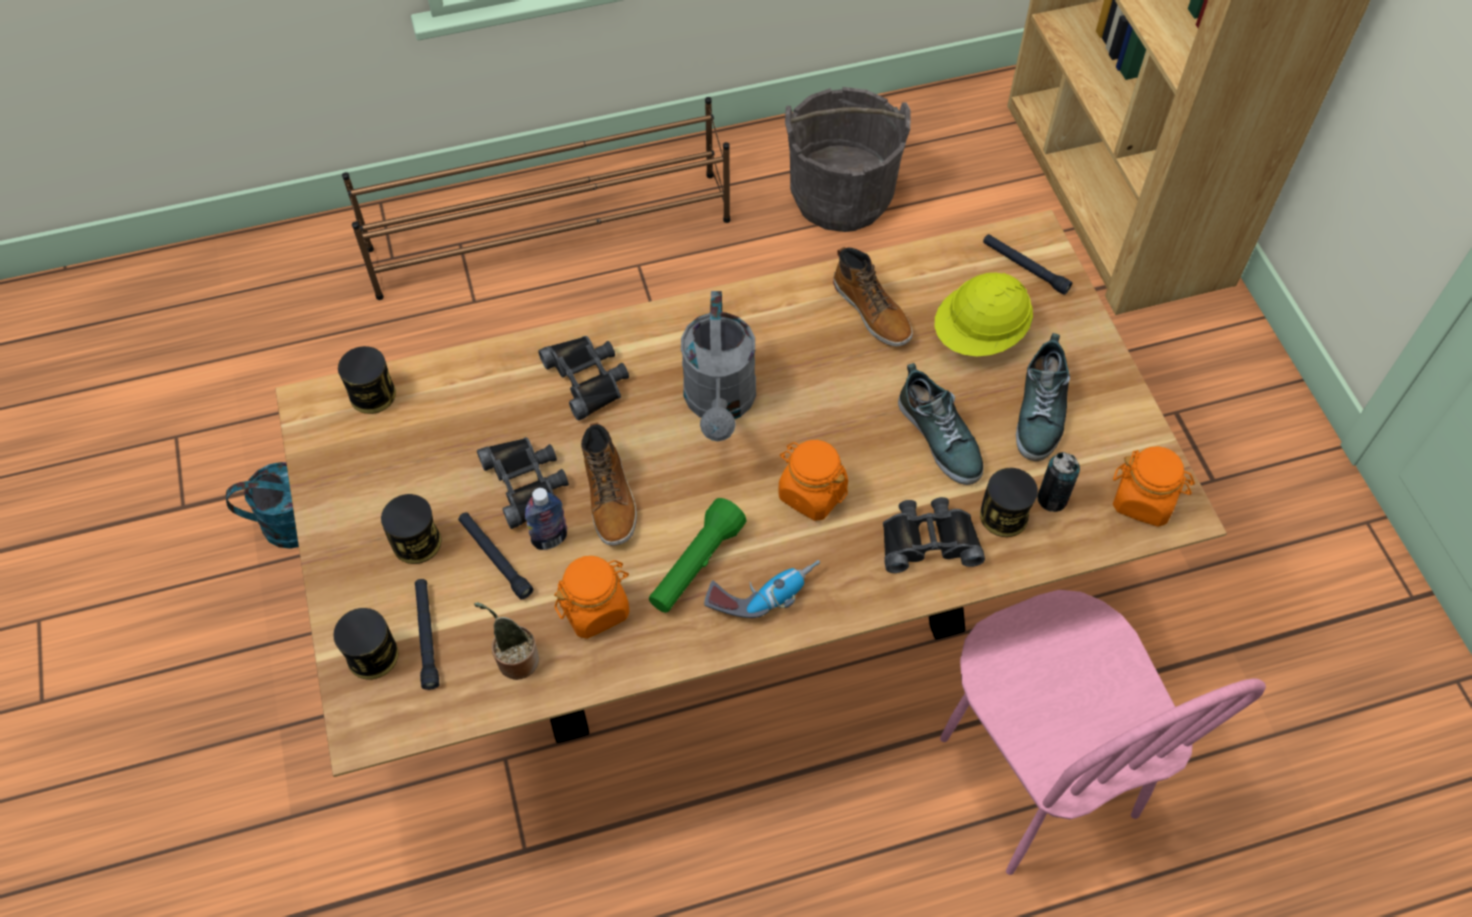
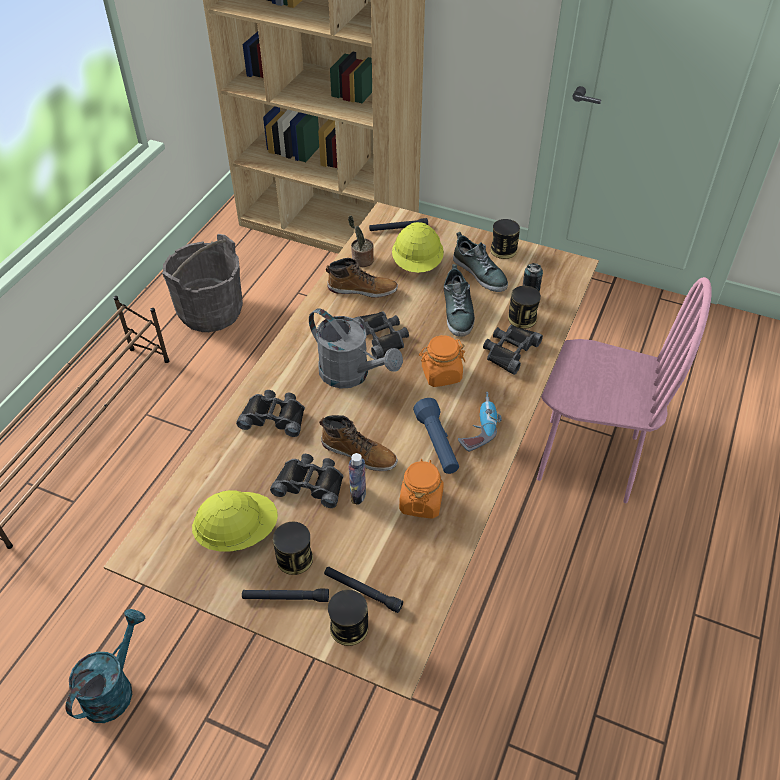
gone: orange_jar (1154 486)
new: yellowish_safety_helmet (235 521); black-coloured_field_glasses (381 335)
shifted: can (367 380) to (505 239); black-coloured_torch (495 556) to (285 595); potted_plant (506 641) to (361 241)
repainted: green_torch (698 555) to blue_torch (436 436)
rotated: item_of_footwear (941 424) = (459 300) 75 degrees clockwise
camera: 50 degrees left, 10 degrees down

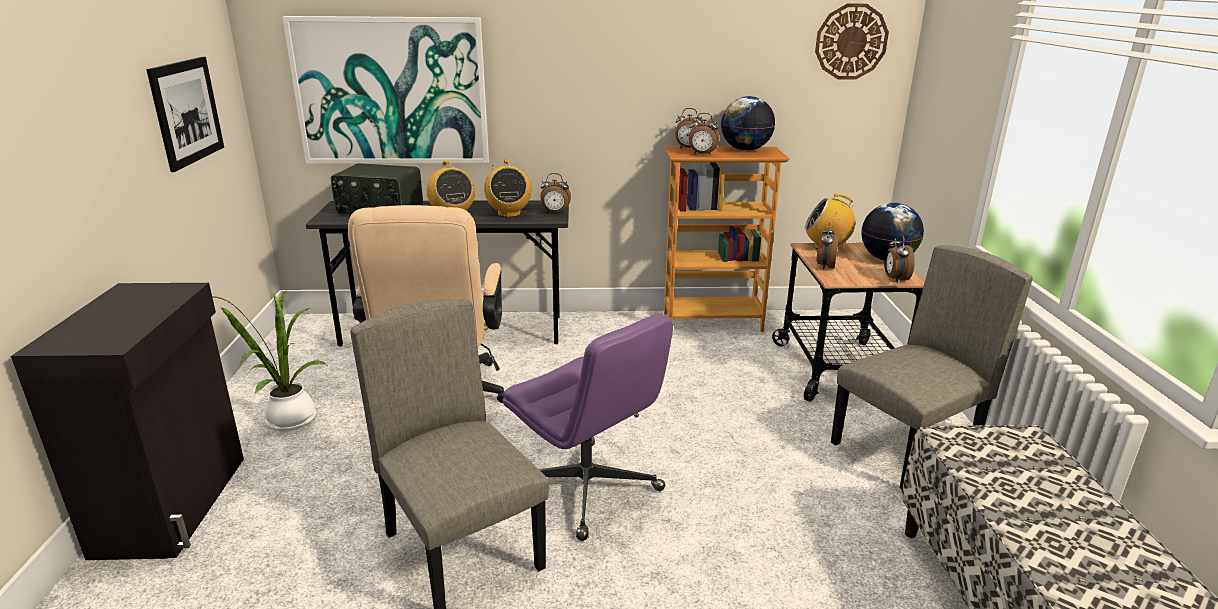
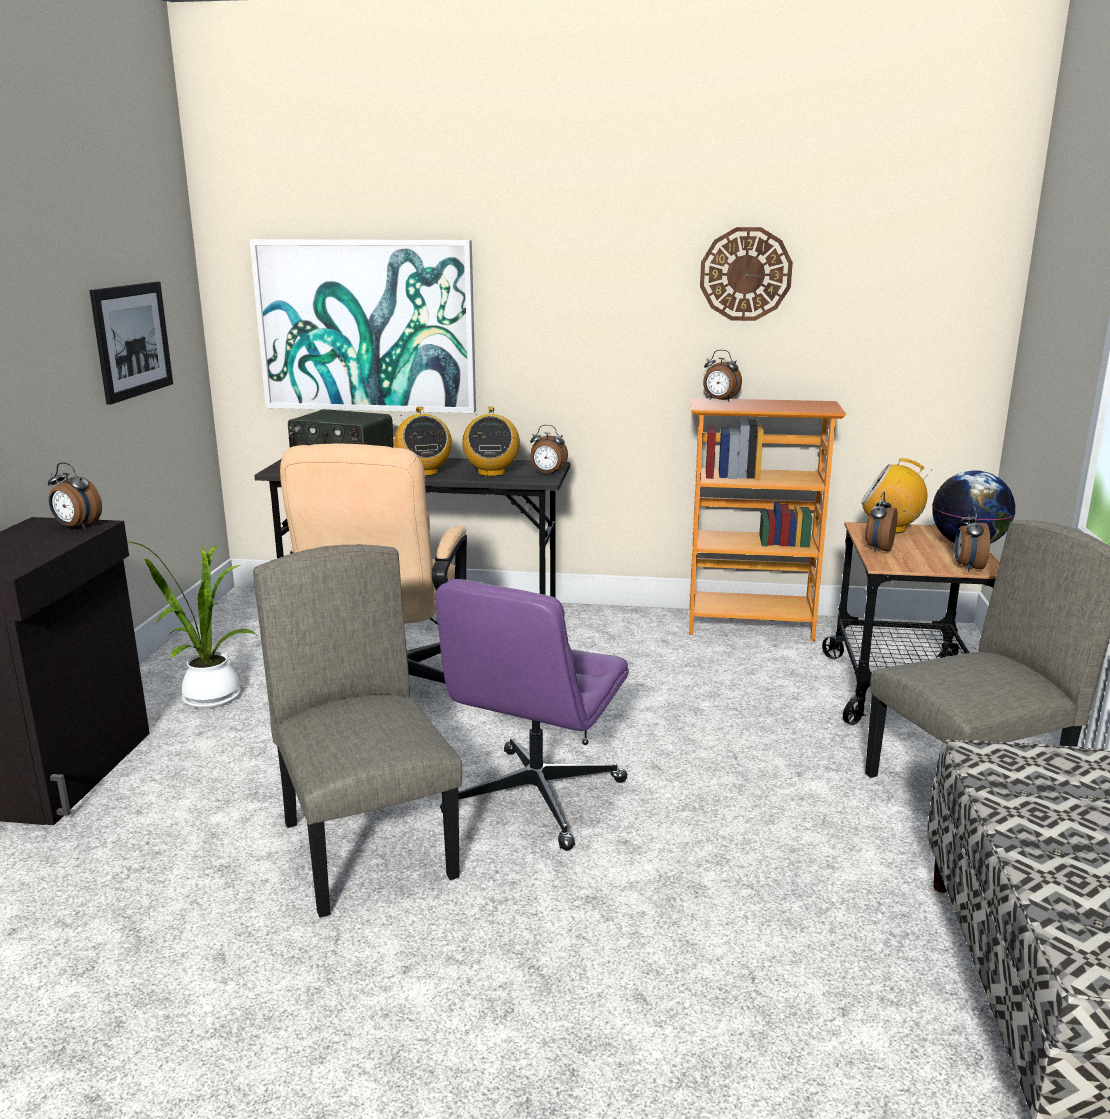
gone: globe (748 123)
shifted: bedside_clock (704 134) to (75 495); hanging_clock (852 41) to (746 274)
rotated: purplish_office_chair (587 427) = (532 715) 60 degrees clockwise
camera: 10 degrees right, 5 degrees down

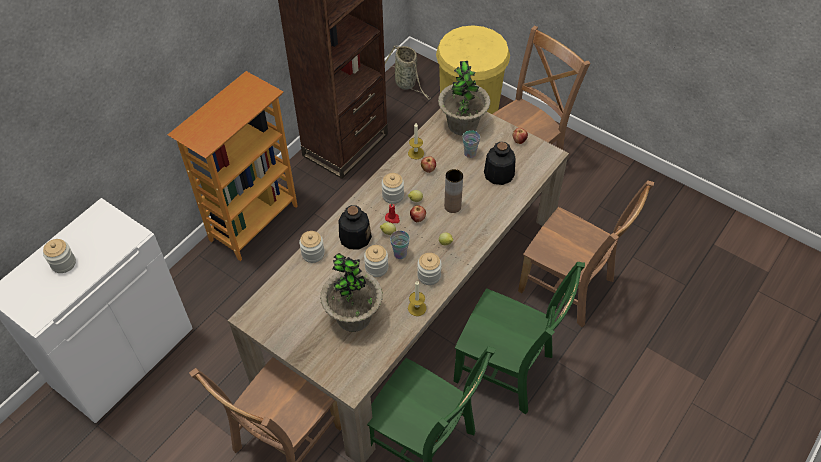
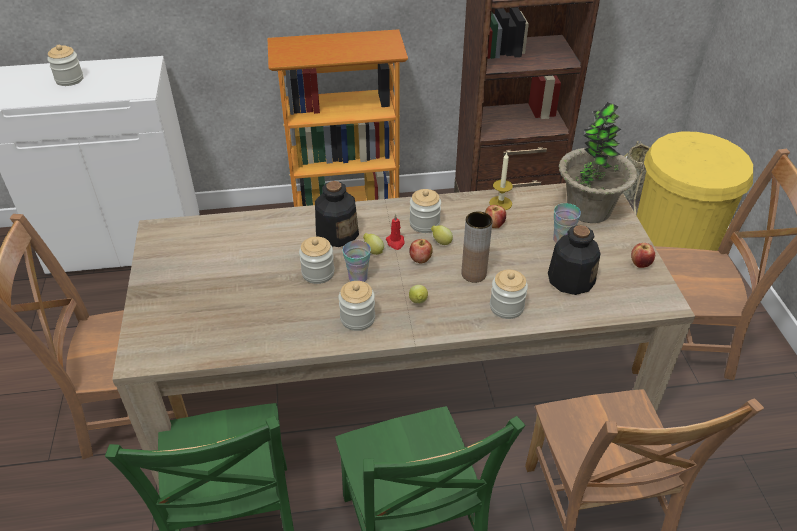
gone: potted_plant (351 292); wax_light (417 298)
shifted: jar (312 247) to (509 294)
camera: 45 degrees right, 10 degrees down

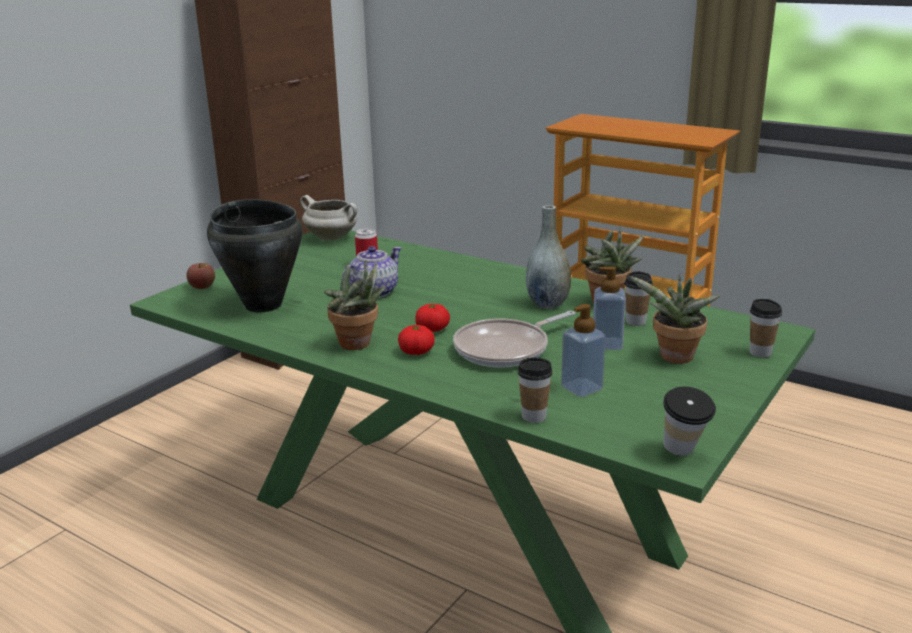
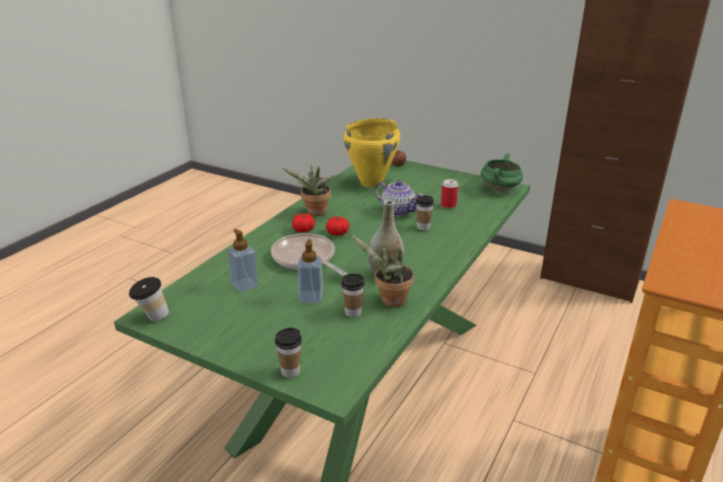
gone: potted_plant (675 319)
shifted: drinking_cup (535 390) to (425 212)
repainted: black-coloured_cooking_pot (254 255) to yellowish_cooking_pot (371 152); white-coloured_cooking_pot (328 218) to green_cooking_pot (502 172)
camera: 85 degrees right, 5 degrees up

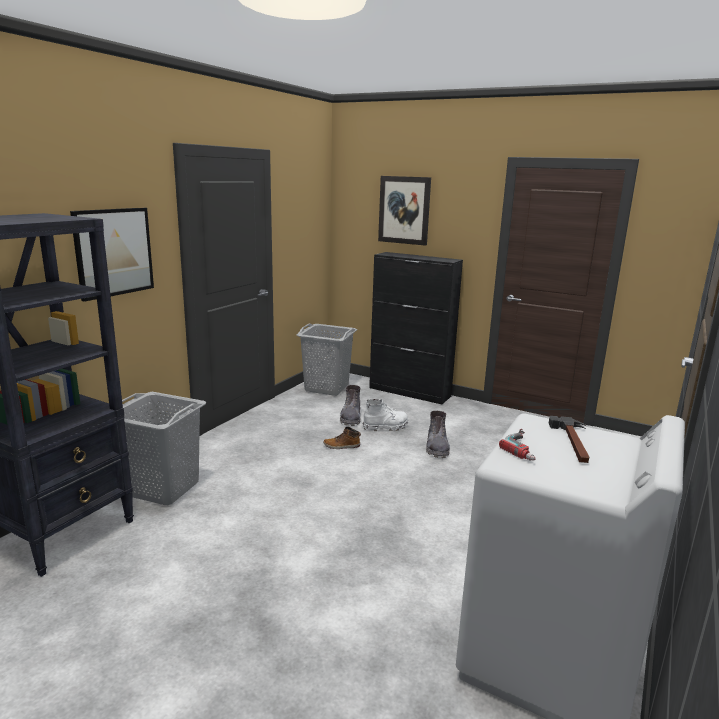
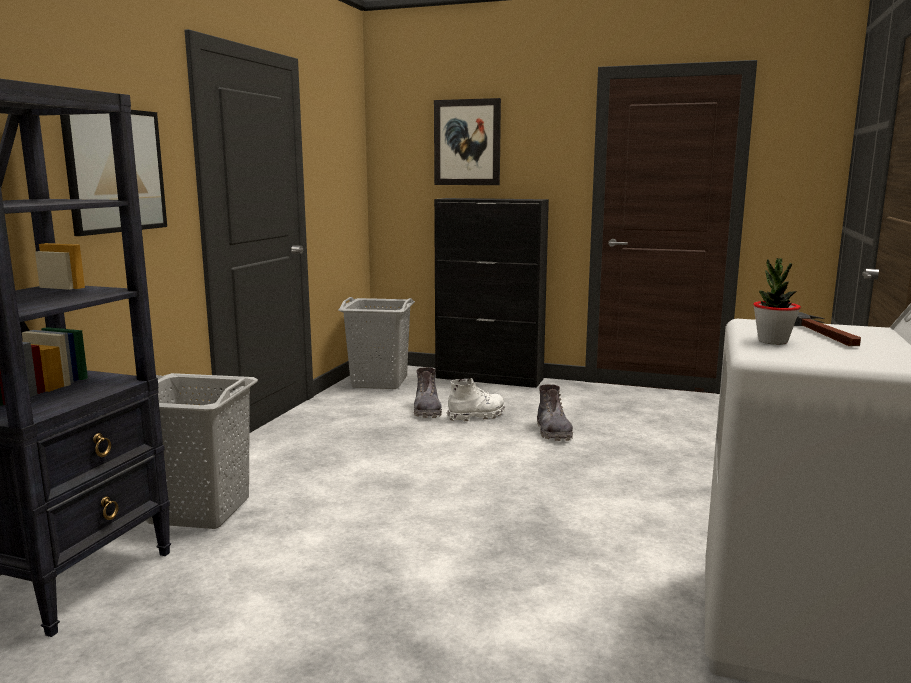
gone: high-top_boot (342 438)
swapped: drill (517 445) to potted_plant (777 301)
camera: 10 degrees left, 5 degrees down

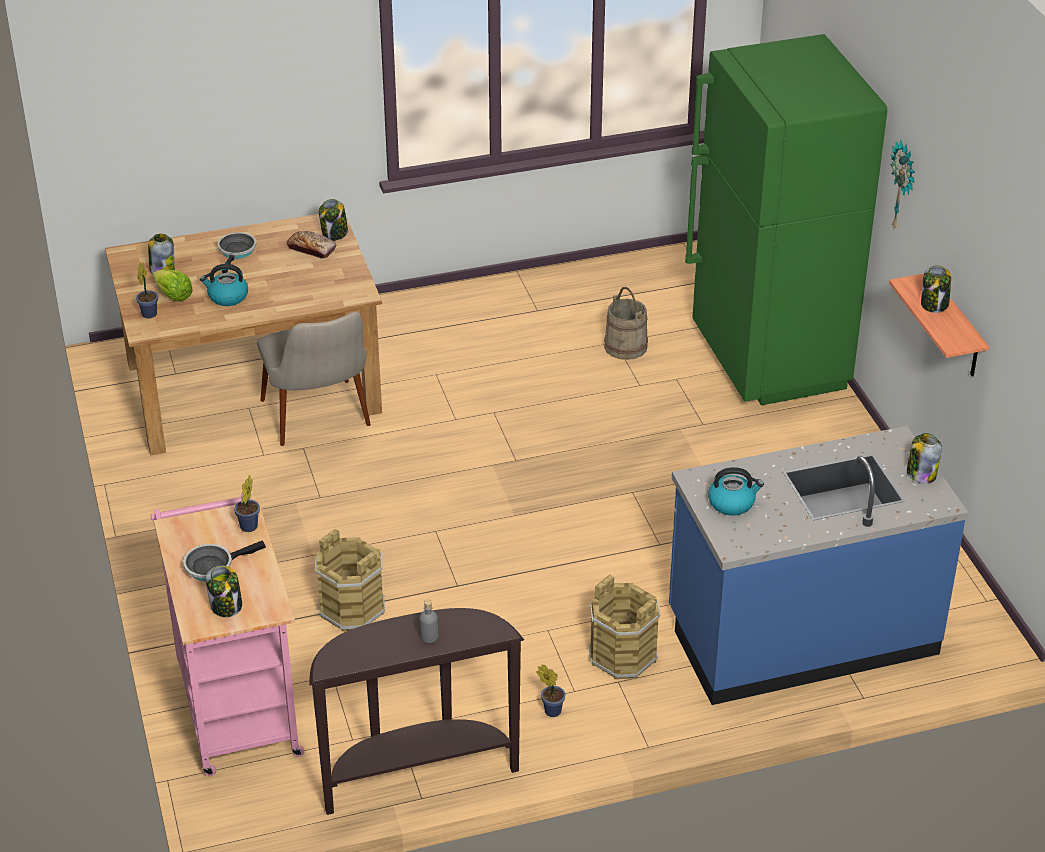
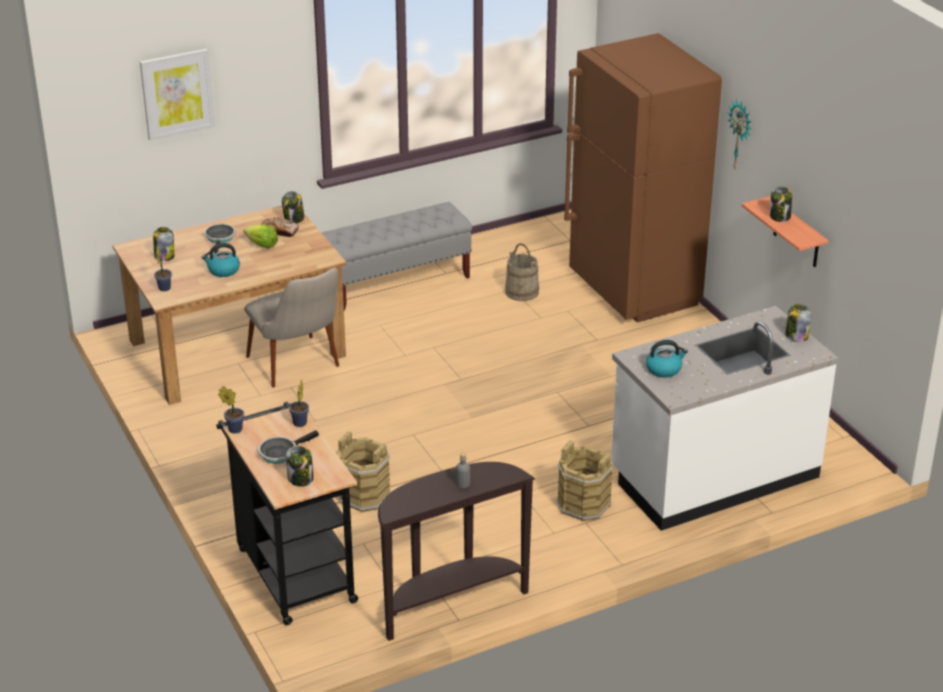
new: picture (177 95); grey_indoor_bench (397 256)
shifted: lettuce (172 285) to (260 236); potted_plant (551 690) to (231 410)
repainted: pink_cart (228 634) to black-coloured_cart (287 513); blue_kitchen_counter (819 565) to white-coloured_kitchen_counter (725 418); green_fridge (786 219) to brown_fridge (643 177)
camera: 10 degrees left, 5 degrees down

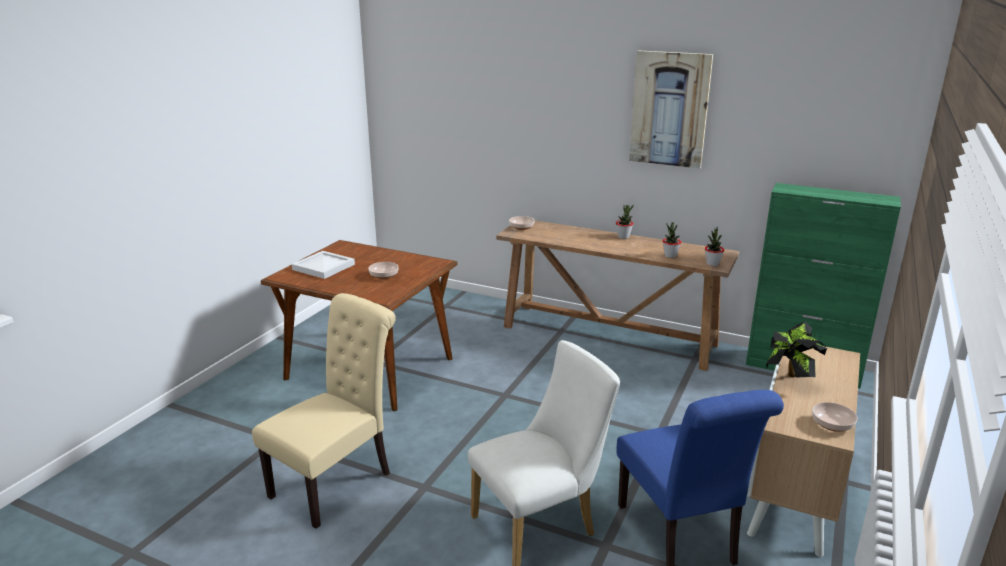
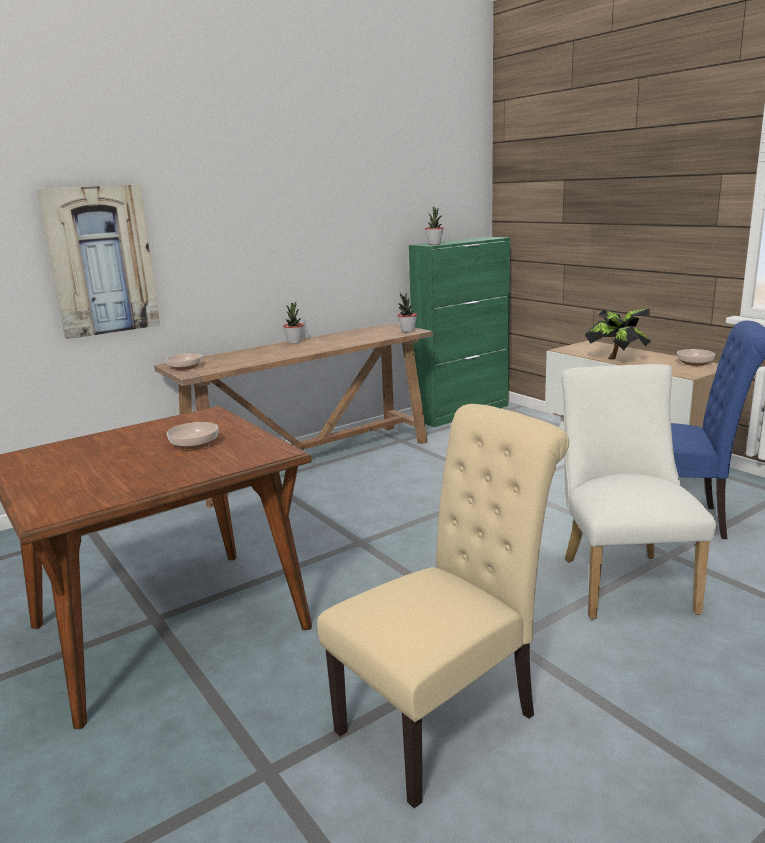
gone: white-coloured_carrying_tray (323 265)
shifted: picture (671 109) to (98 262); potted_plant (672 240) to (434 226)
rotated: sand-coloured_plain_chair (324 411) = (443 606) 75 degrees clockwise
camera: 60 degrees left, 5 degrees down

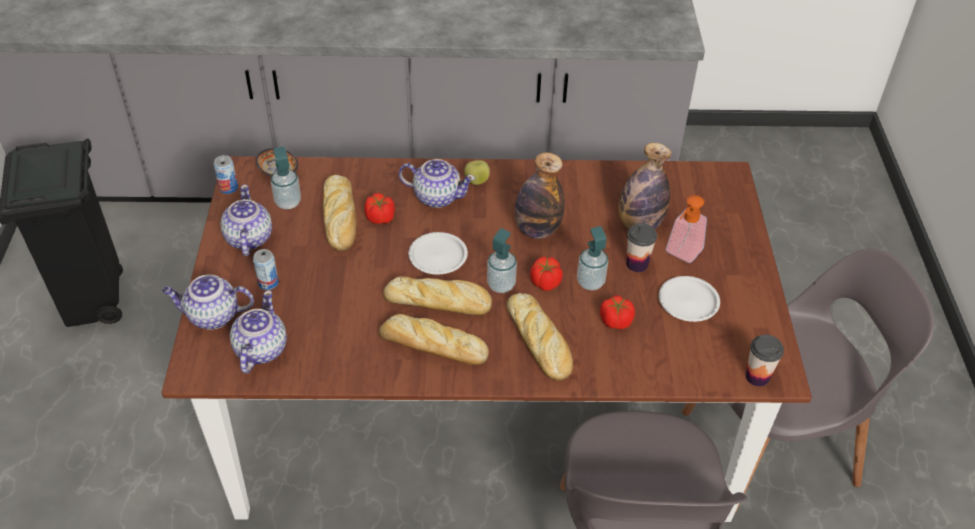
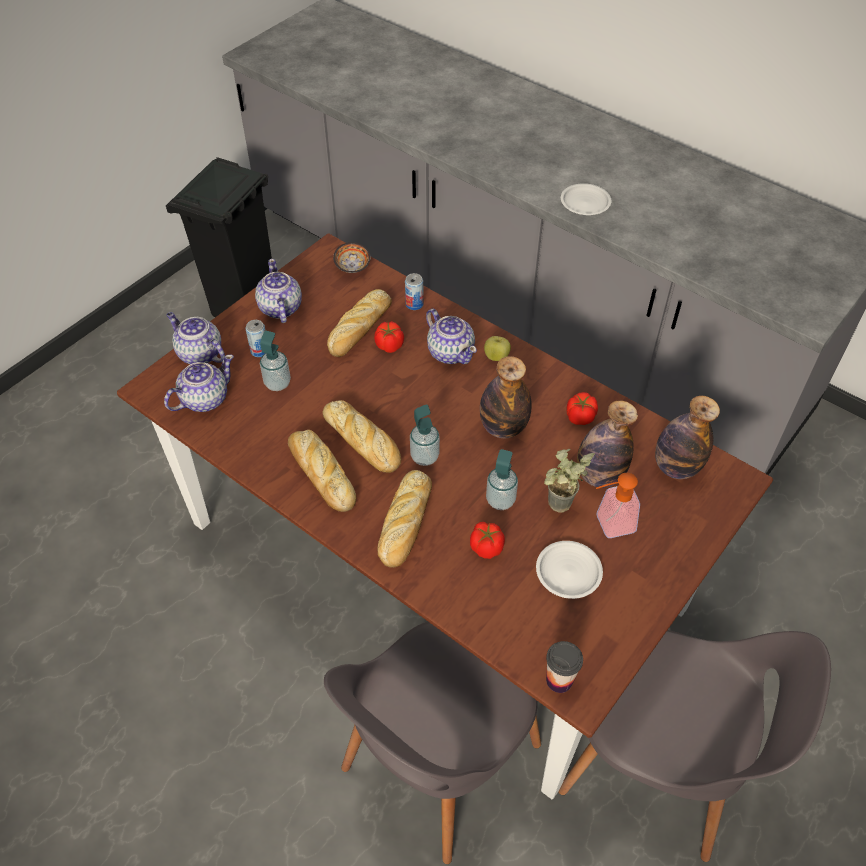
new: bottle (687 437)
shifted: can (226 174) to (414 291); liquid_soap_bottle (286 178) to (275 361); white-coloured_dinner_plate (438 253) to (586 199); fresh_tomato (546 274) to (582 408)
swapped: drinking_cup (641 247) to potted_plant (569 481)
rotated: tea_pot (246 220) = (278 291) 45 degrees counterclockwise
camera: 40 degrees right, 5 degrees up

